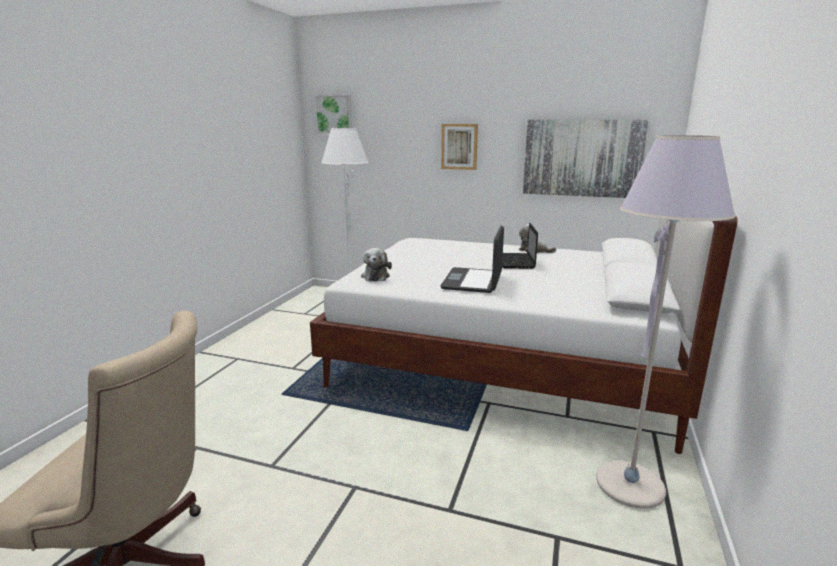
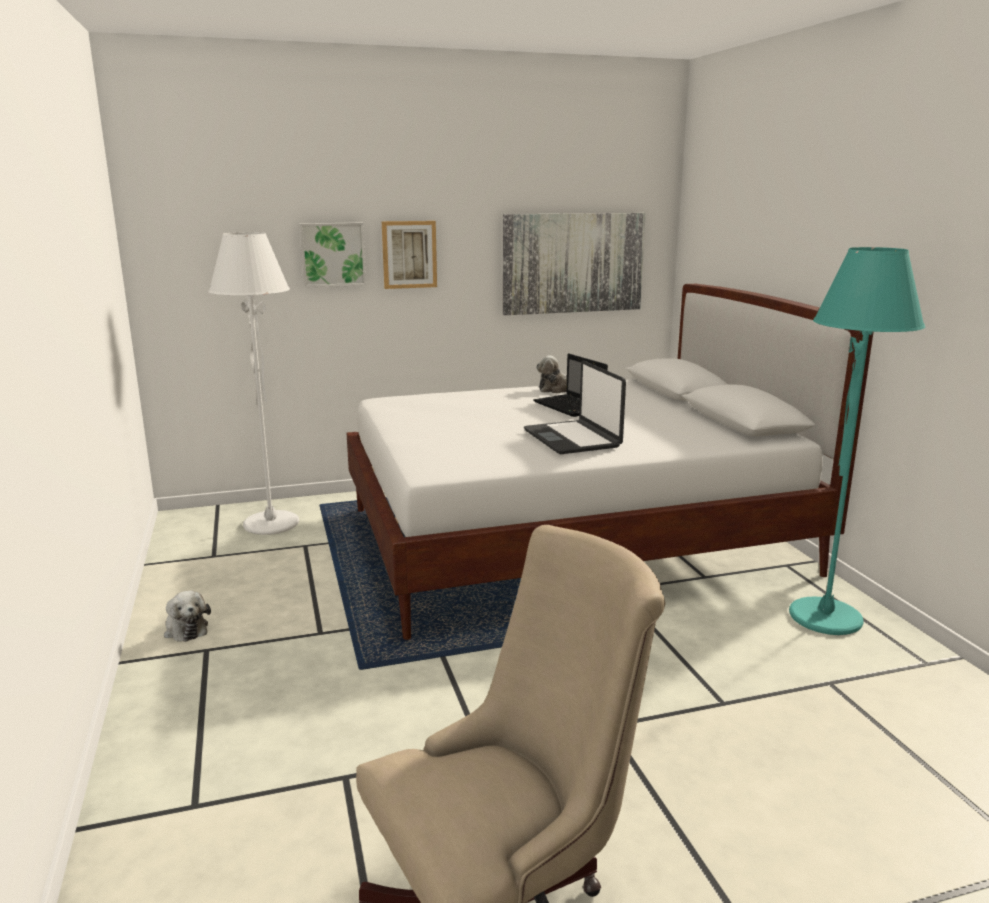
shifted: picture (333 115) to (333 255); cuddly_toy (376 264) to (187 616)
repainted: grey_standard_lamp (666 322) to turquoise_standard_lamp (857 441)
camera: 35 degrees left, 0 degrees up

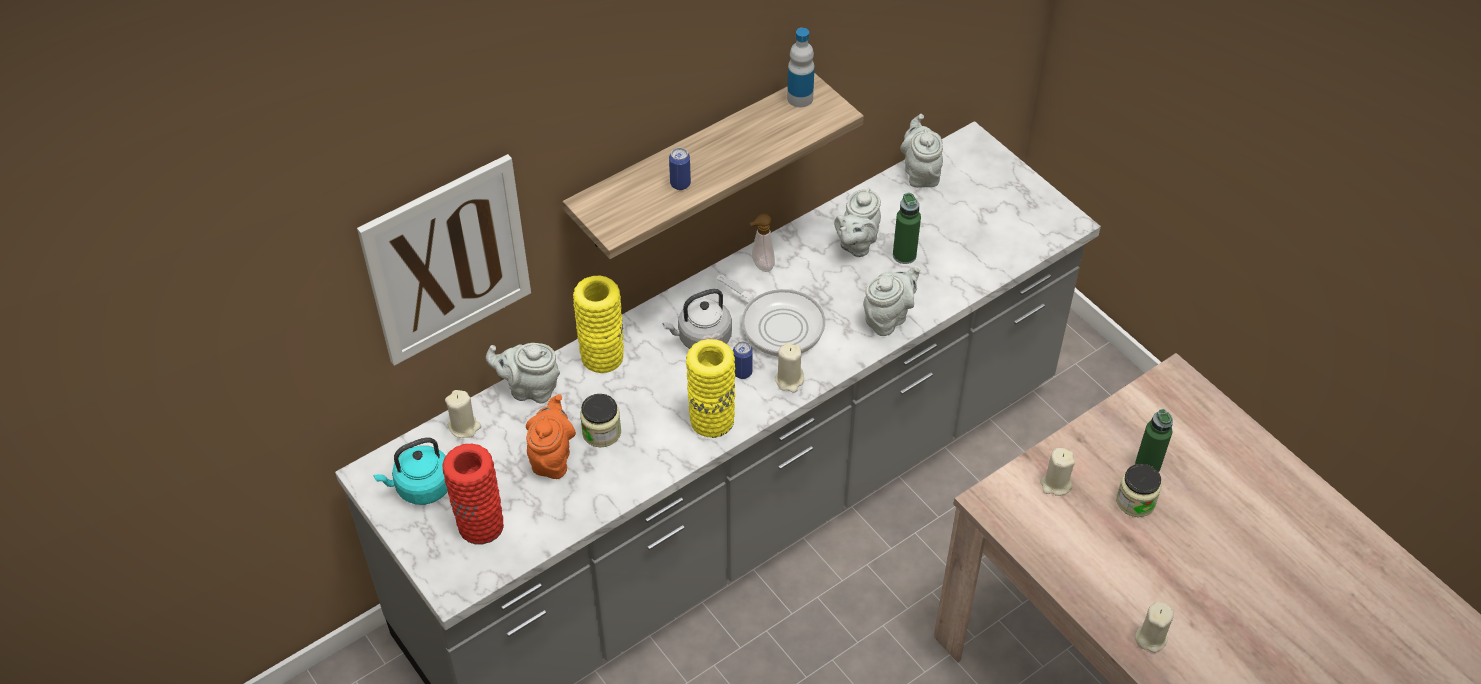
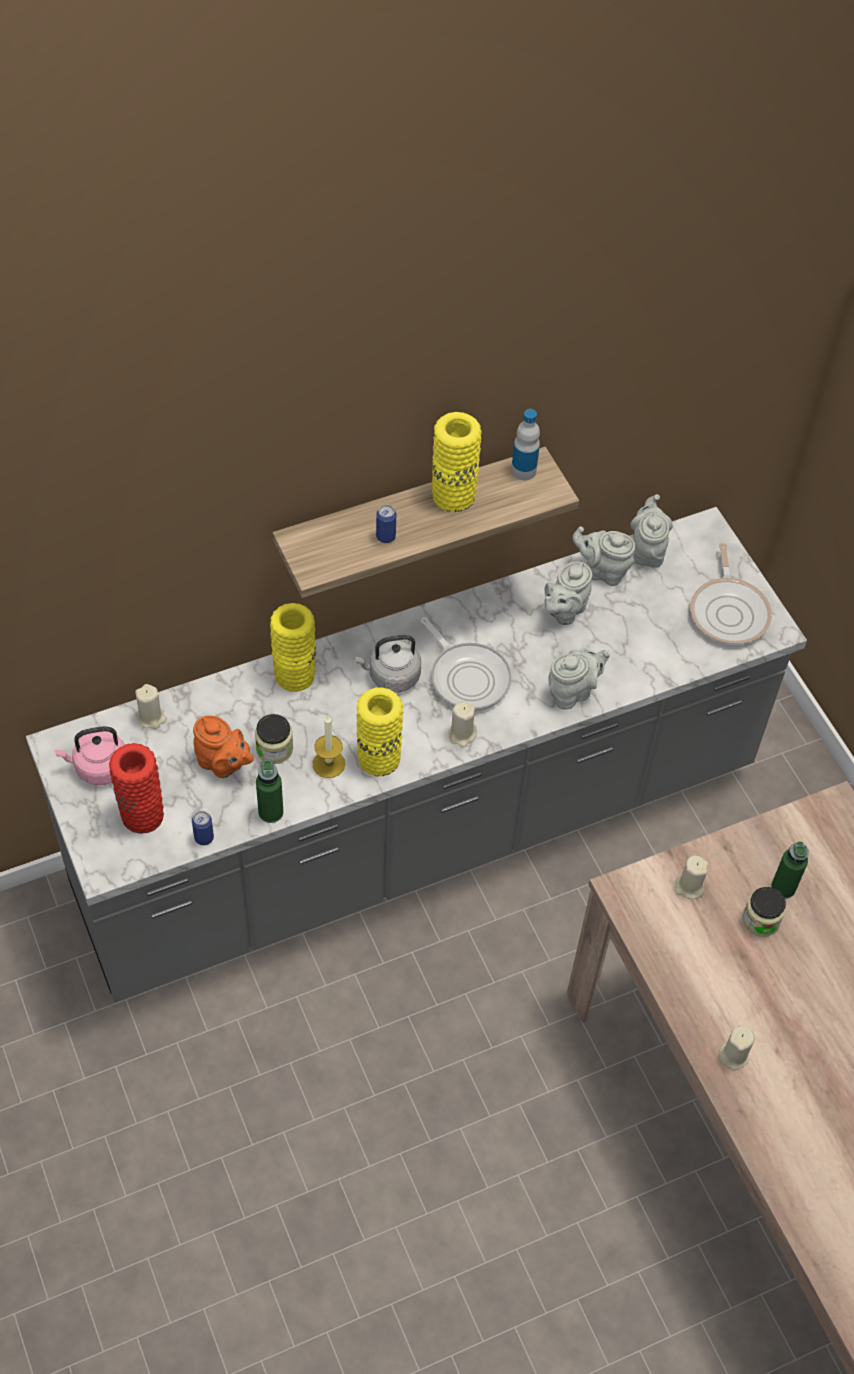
gone: picture (444 260); liquid_soap_bottle (762 243)
new: wax_light (329 747); yellowish_flower_vase (457 462); frying_pan (731 593)
shifted: grey_tea_pot (523 373) to (603 556); can (743 360) to (203 828); green_bottle (907 228) to (269 791)
repainted: turquoise_water_kettle (410 471) to pink_water_kettle (90 755)
rotated: orange_tea_pot (551 436) = (223 746) 105 degrees clockwise
camera: 10 degrees right, 5 degrees up

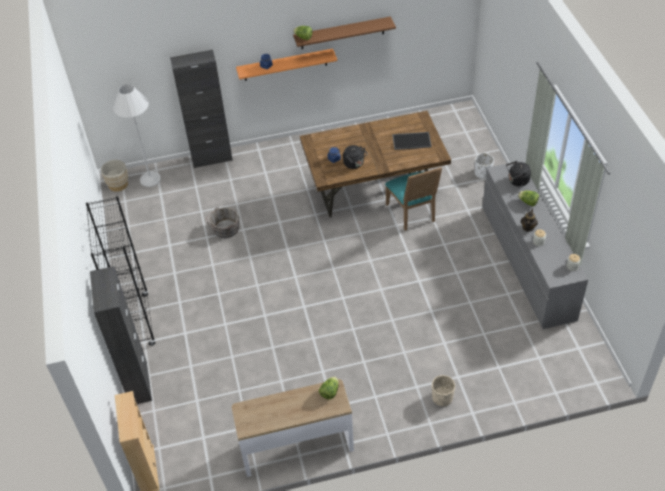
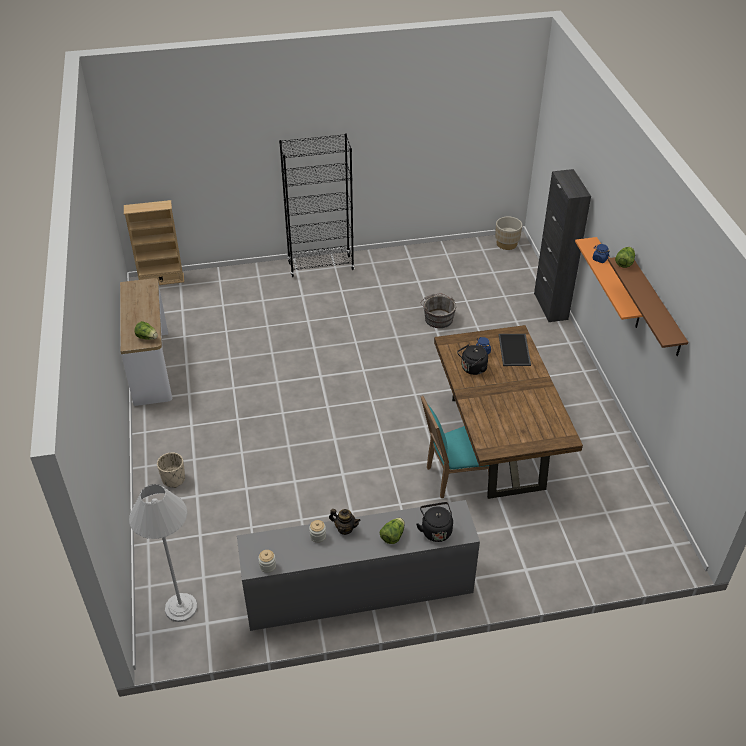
gone: black-coloured_storage_cabinet (121 335); white-coloured_plant_pot (484 166)
shifted: white-coloured_standard_lamp (137 135) to (163 553); carrying_tray (412 141) to (515 350)
camera: 90 degrees right, 5 degrees down

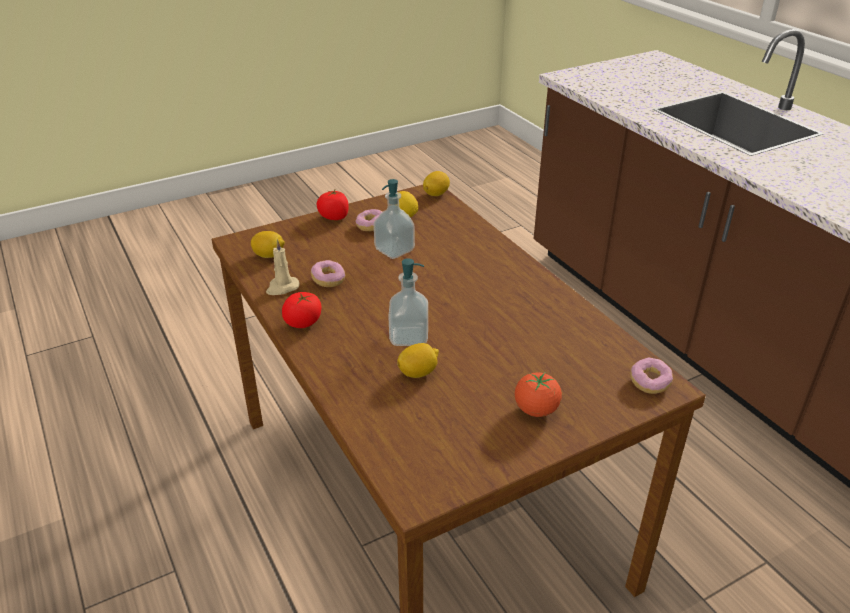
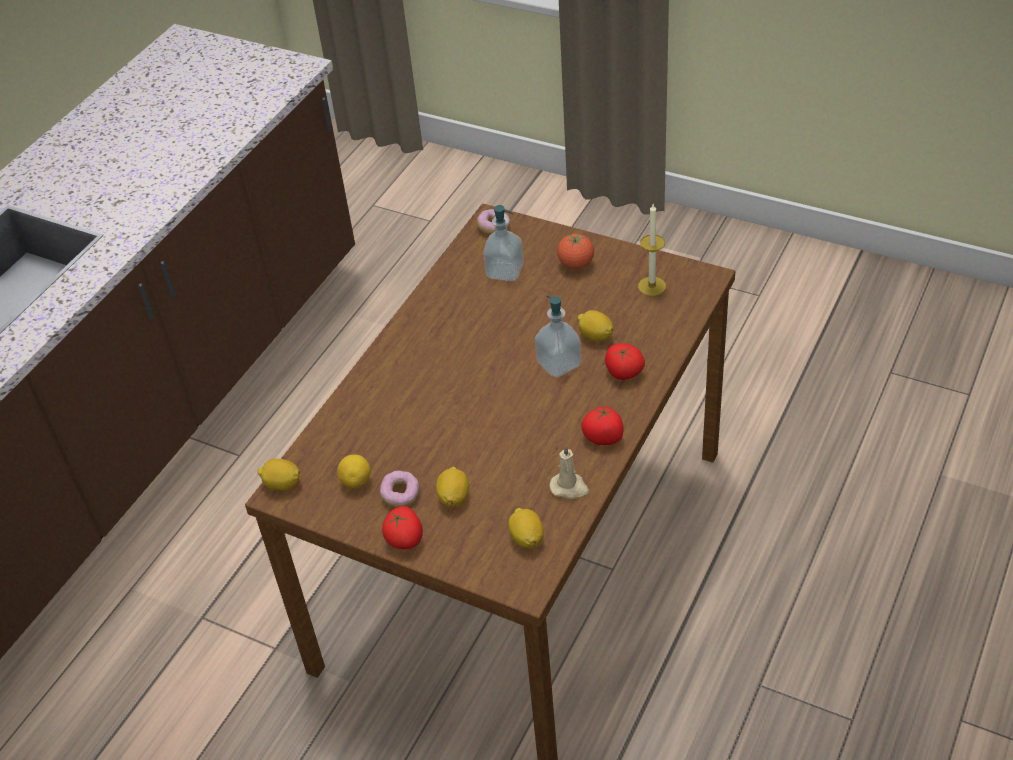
gone: doughnut (328 273)
new: lemon (452 487); fresh_tomato (625 361); wax_light (652 250)
shifted: liquid_soap_bottle (394 219) to (503 243)
camera: 120 degrees left, 10 degrees up

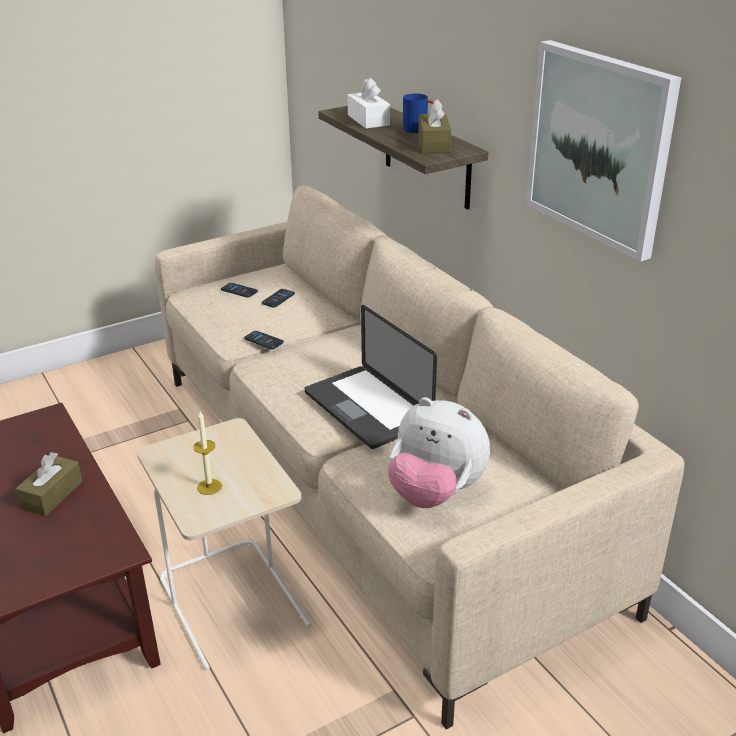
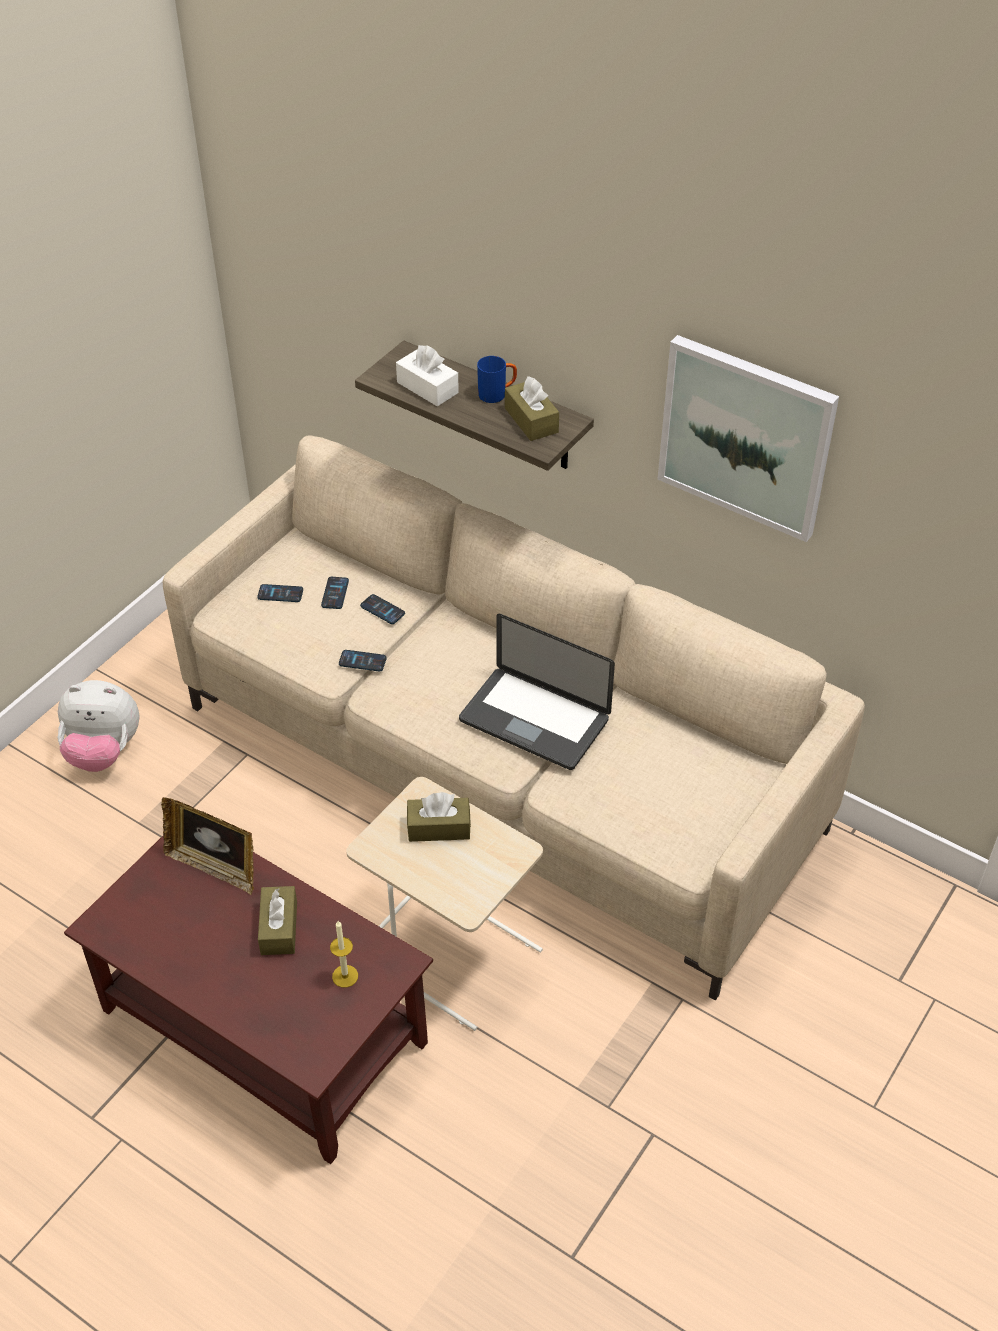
new: picture_frame (207 846); phone (382 609); brown_box_of_tissues (439 817)
shifted: wax_light (207 453) to (344 954); cuddly_toy (439 452) to (98 726)
camera: 25 degrees left, 15 degrees up

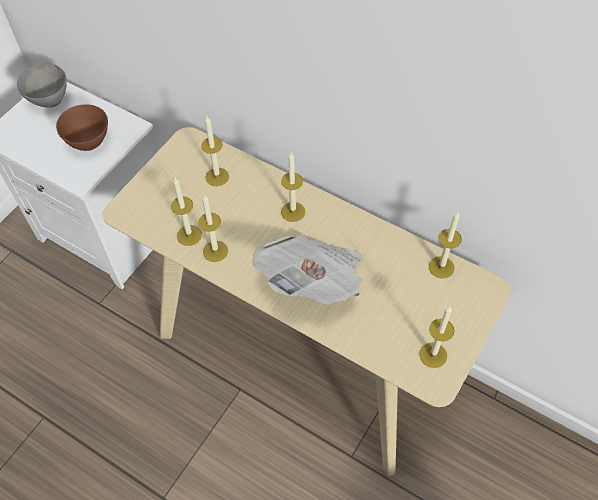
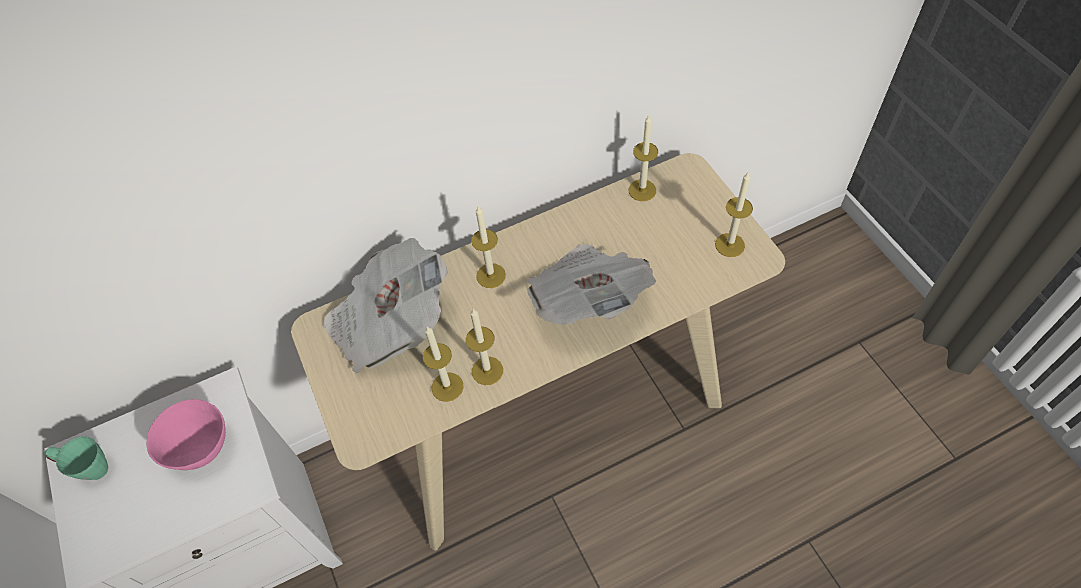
swapped: grey_serving_bowl (42 85) to green_mug (76 458); wax_light (215 151) to printed_paper (385 305)
repainted: brown_serving_bowl (82 127) to pink_serving_bowl (186 434)
camera: 55 degrees left, 0 degrees up

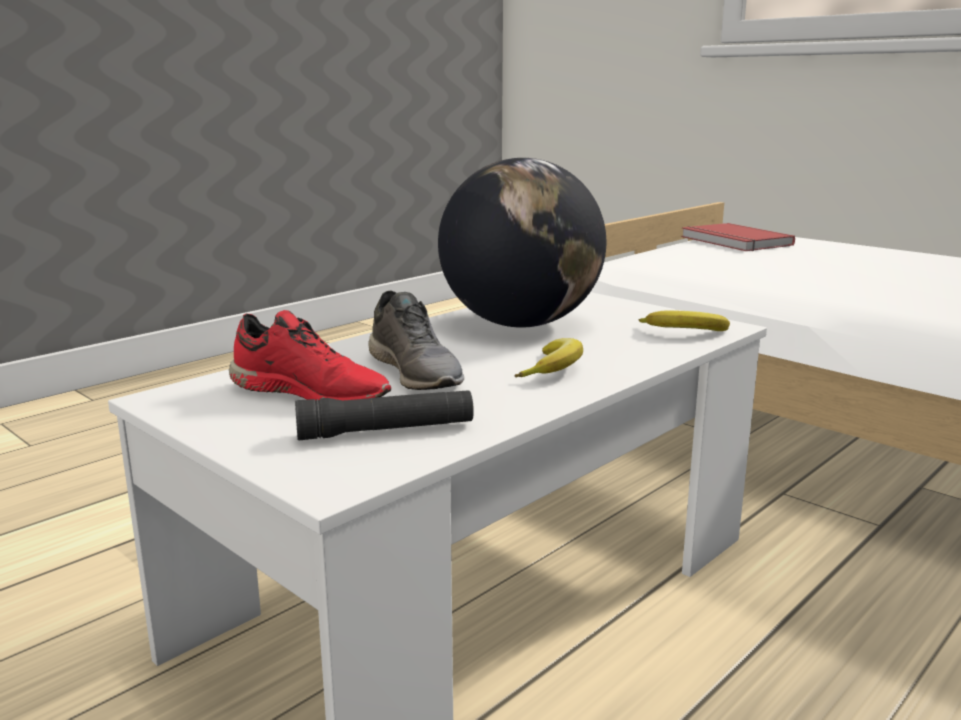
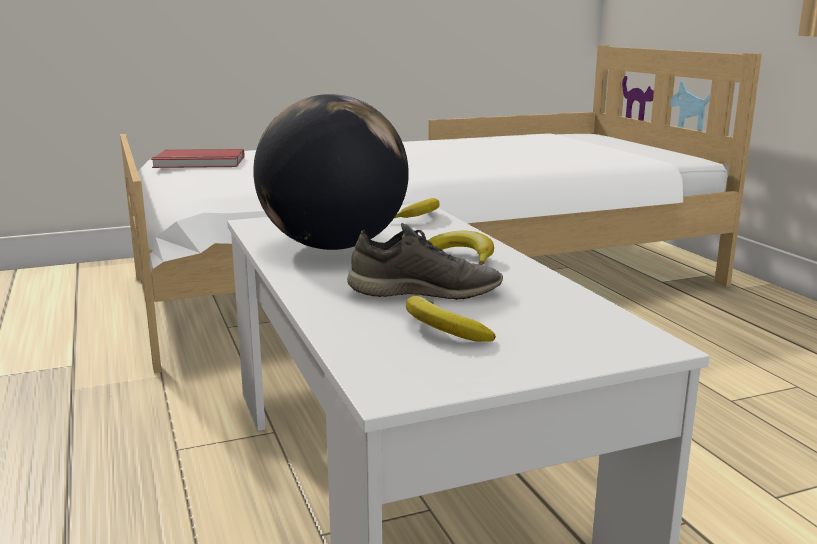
gone: black-coloured_torch (384 415)
swapped: red-coloured_item_of_footwear (310 355) to banana_fruit (451 319)
camera: 65 degrees left, 0 degrees up

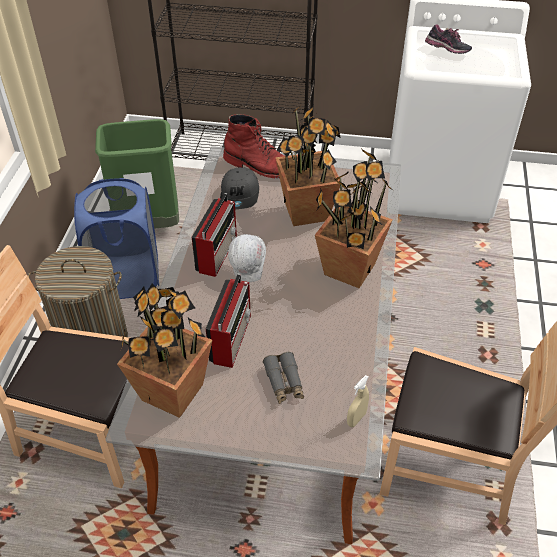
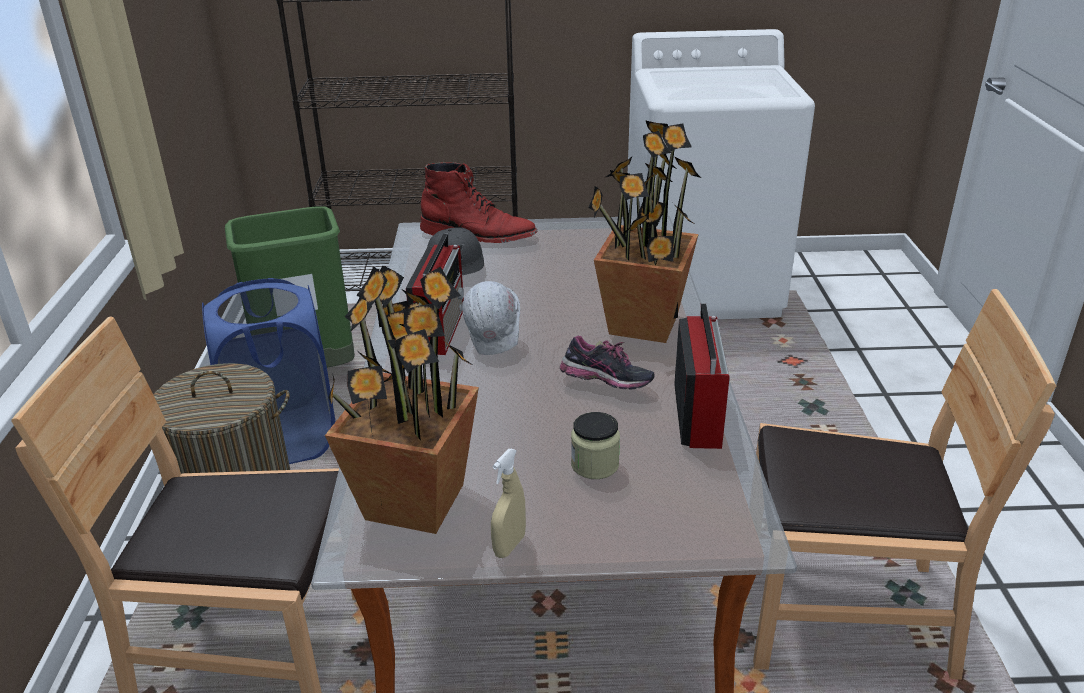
gone: potted_plant (308 164)
shifted: radio_set (228 321) to (702 376); sand-coloured_hand_sprayer (358 401) to (508 503); item_of_footwear (448 39) to (607 363)
swapped: grey_field_glasses (283 378) to jar (595 445)
camera: 10 degrees left, 15 degrees down

